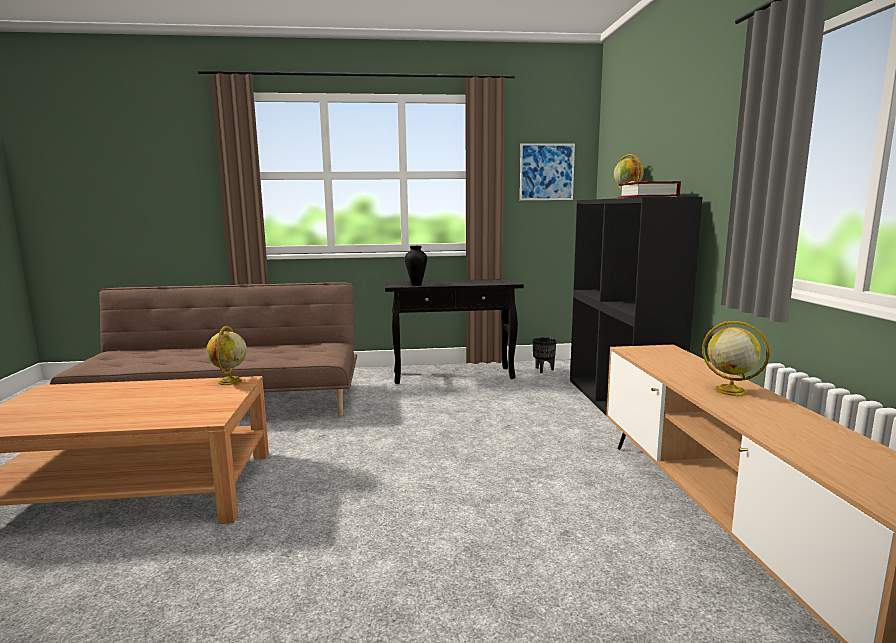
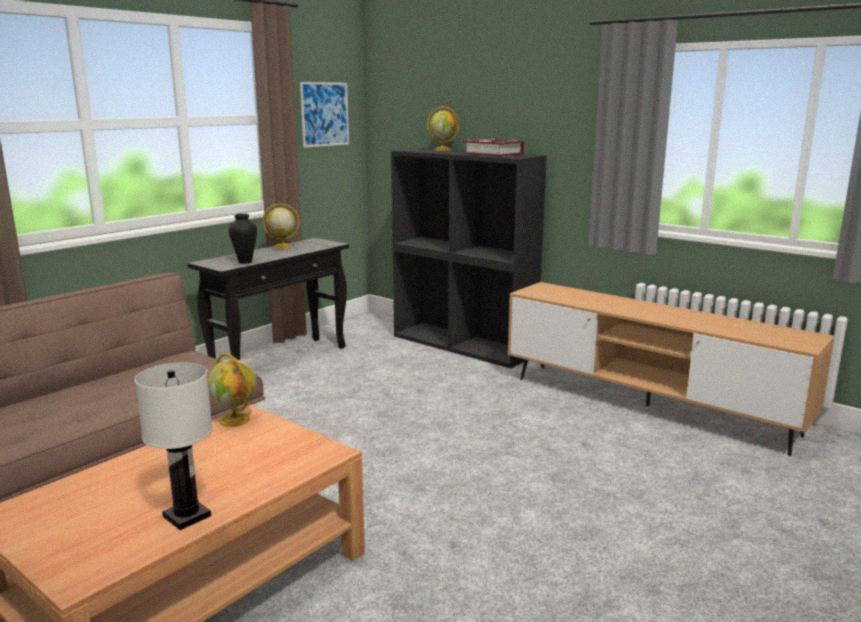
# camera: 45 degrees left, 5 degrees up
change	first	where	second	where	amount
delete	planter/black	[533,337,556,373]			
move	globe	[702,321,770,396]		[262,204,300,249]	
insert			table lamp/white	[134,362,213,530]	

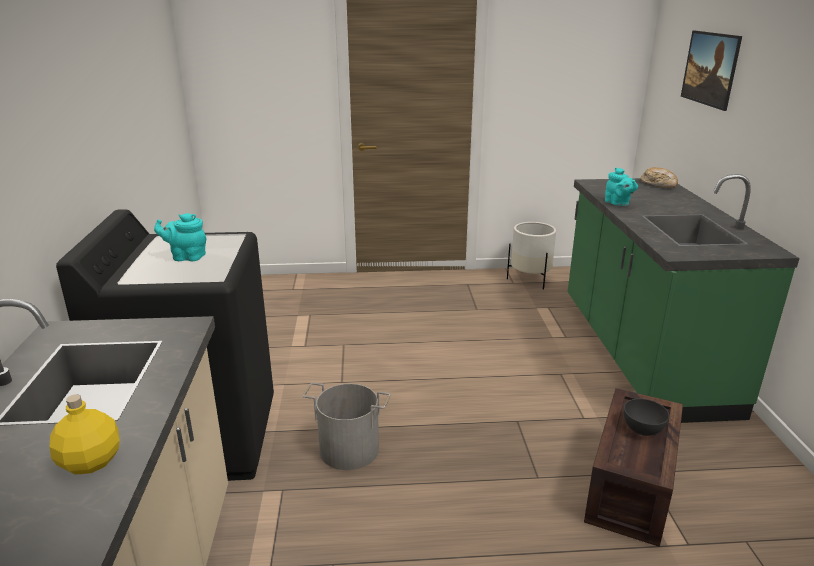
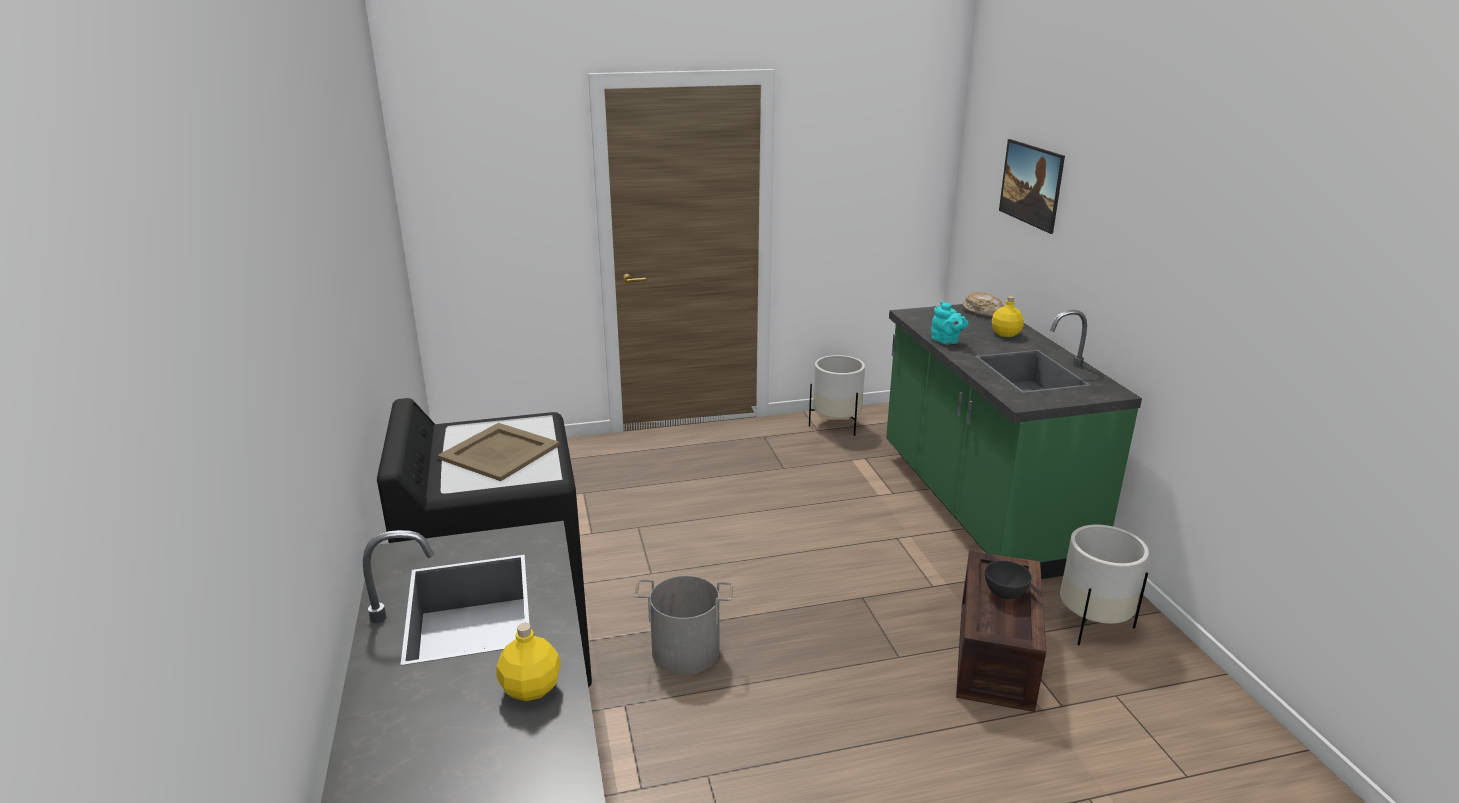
# camera: 10 degrees left, 0 degrees up
change	first	where	second	where	amount
replace	teapot/turquoise	[154,213,207,261]	tray/beige	[437,423,560,481]	
insert			bottle/yellow	[992,296,1024,337]	
insert			planter/white	[1060,525,1149,645]	

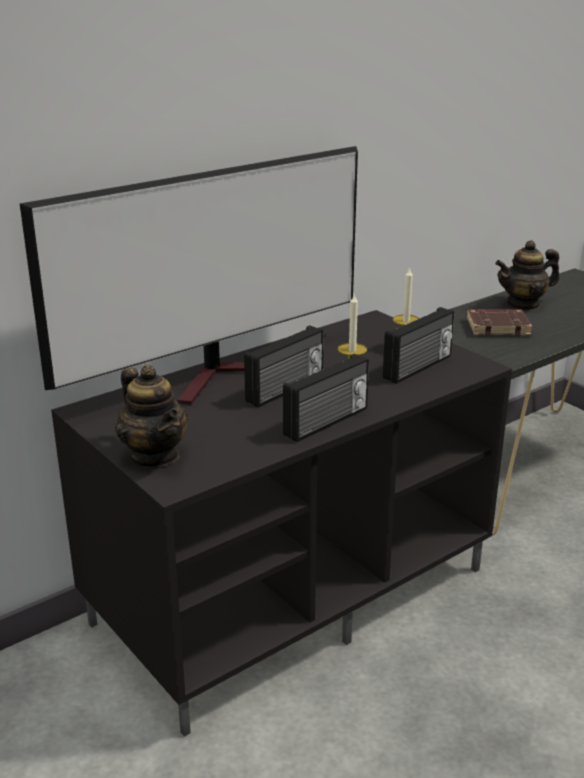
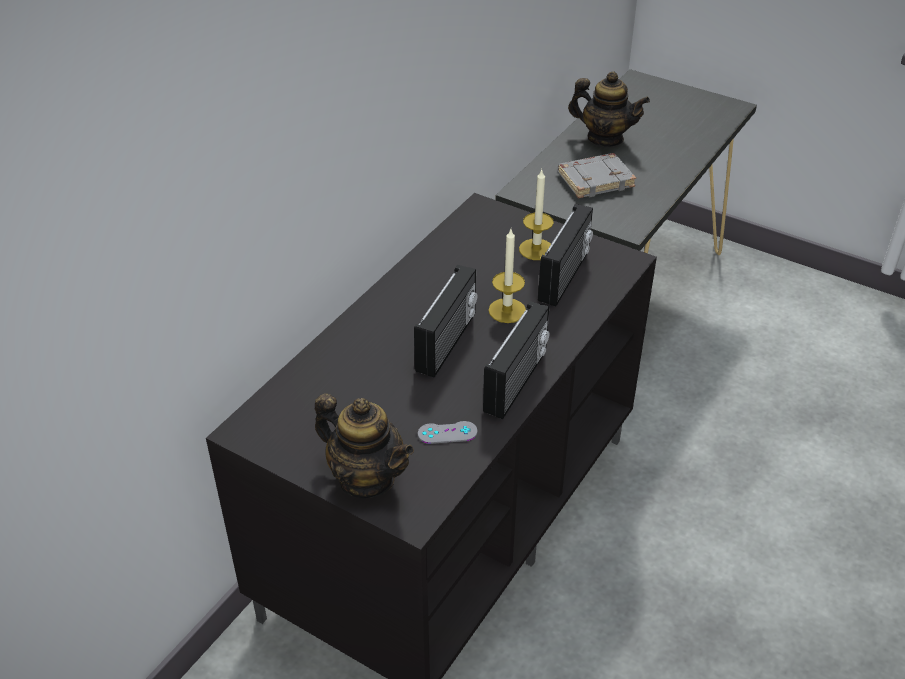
# camera: 20 degrees left, 15 degrees up
change	first	where	second	where	amount
delete	television	[20,146,358,405]			
recolor	book/brown	[467,309,532,336]	book/grey	[558,153,636,198]	
rotate	teapot	[495,240,559,310]		[568,71,650,147]	120 degrees counterclockwise
insert			game controller/grey	[418,421,477,444]	

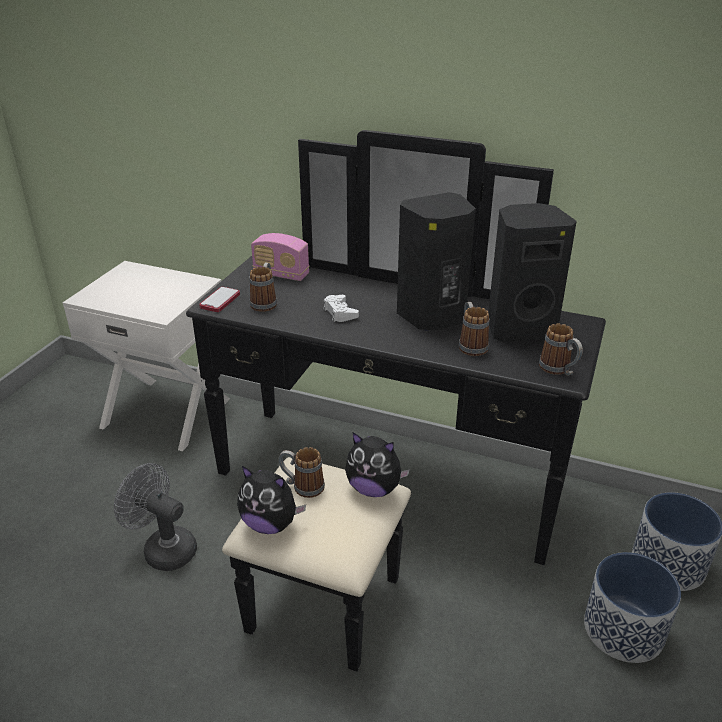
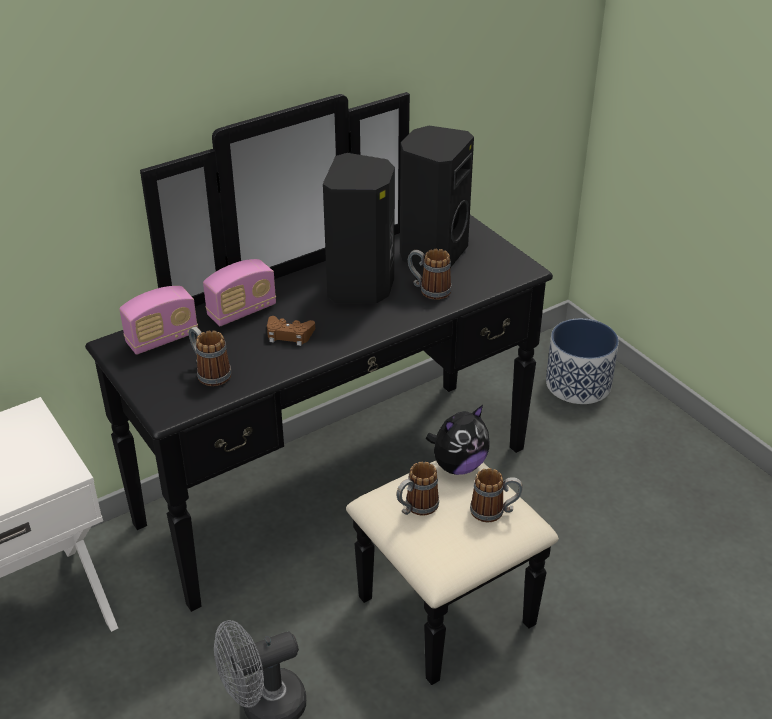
# camera: 55 degrees left, 5 degrees up
change	first	where	second	where	amount
delete	phone	[199,287,240,312]			
delete	plush toy	[237,466,306,534]			
recolor	game controller/white	[323,295,359,322]	game controller/brown	[267,316,315,346]	
move	mug	[539,323,583,376]		[470,468,523,522]	
delete	planter	[584,552,681,663]			
insert			radio	[203,259,276,326]	

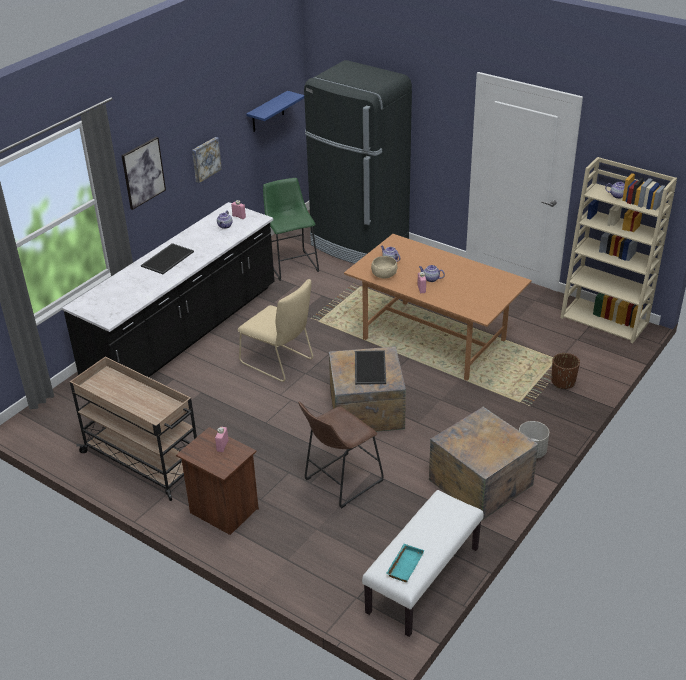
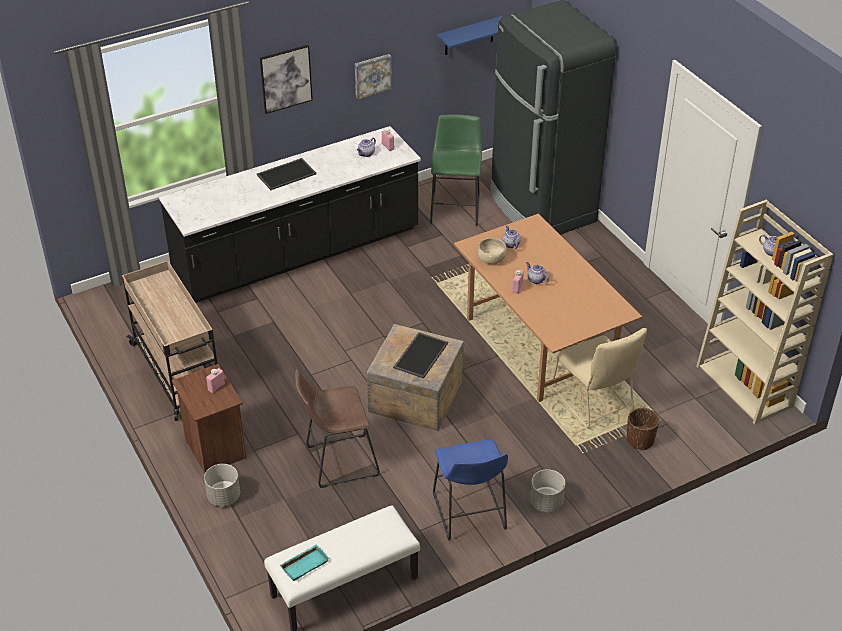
# camera: 25 degrees right, 5 degrees up
change	first	where	second	where	amount
move	chair/beige	[238,279,313,382]		[552,328,647,428]	
replace	crate	[429,407,538,520]	stool/blue	[433,439,508,540]	
insert			planter/grey	[204,464,240,506]	

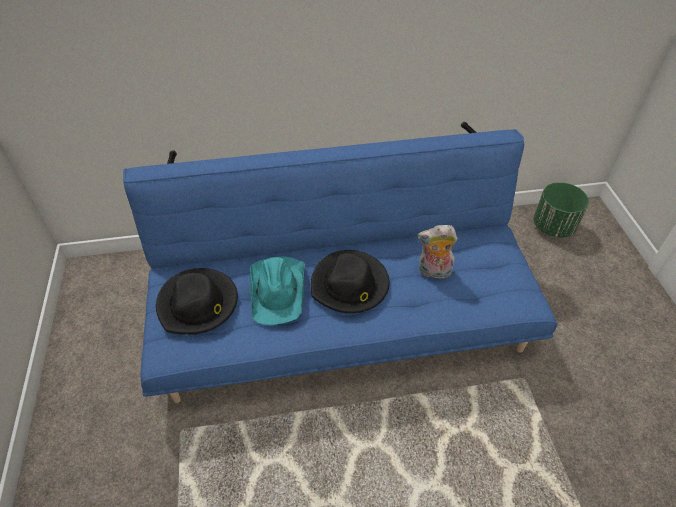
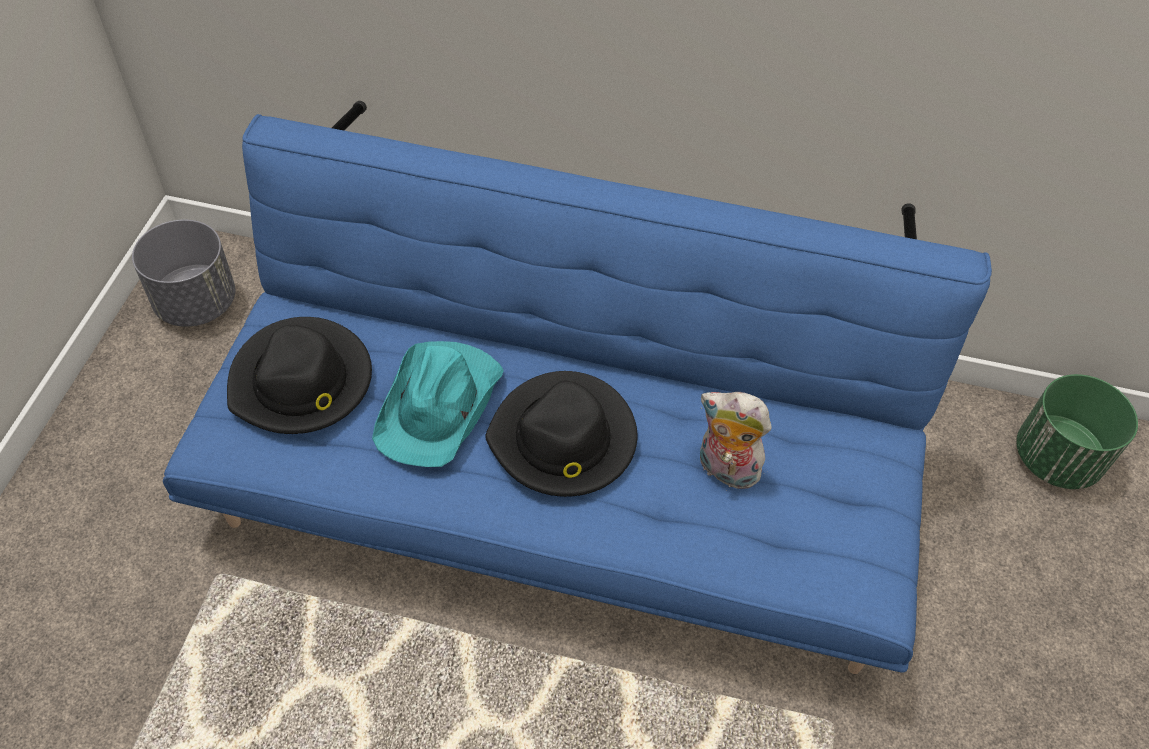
# camera: 20 degrees right, 5 degrees up
change	first	where	second	where	amount
insert			planter/grey	[132,220,235,327]	

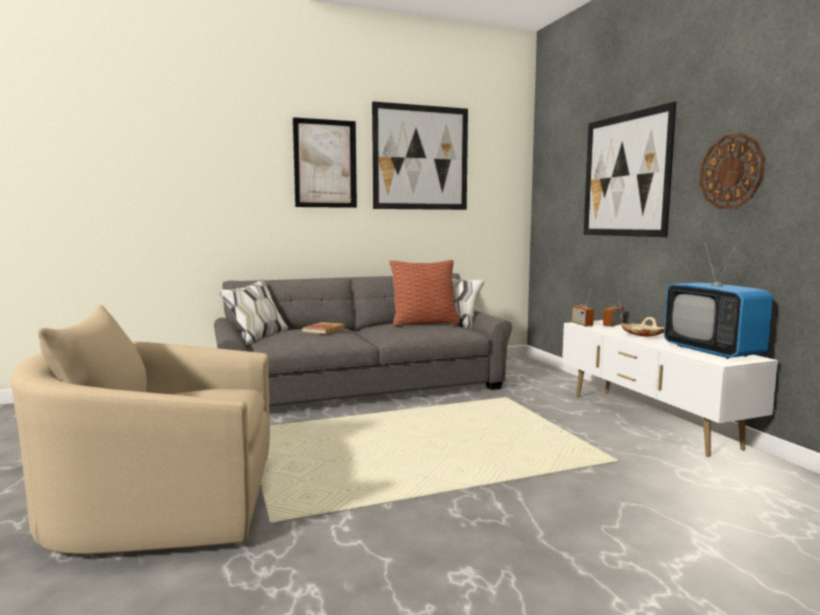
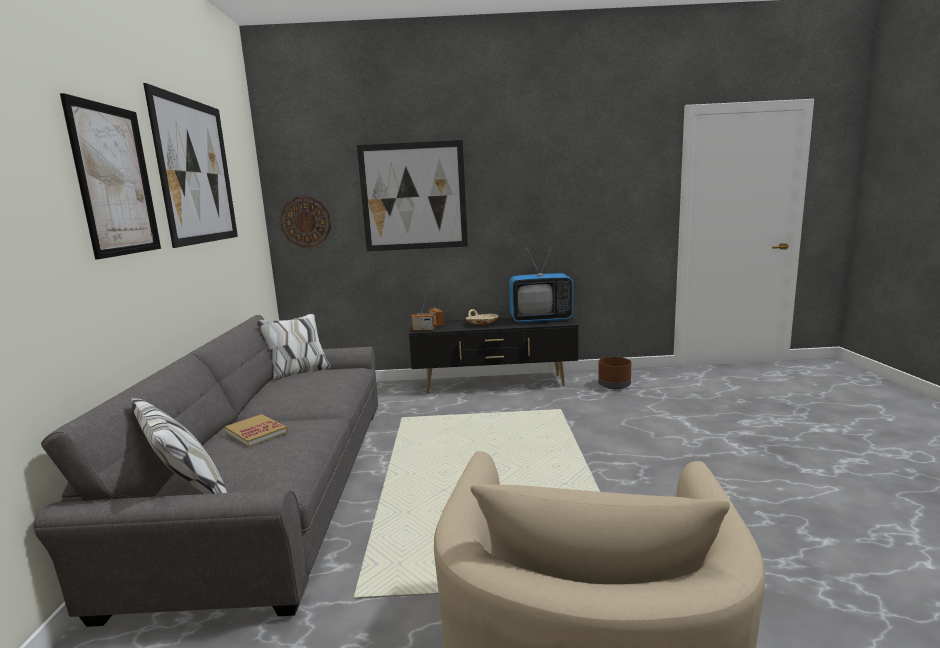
# camera: 70 degrees left, 5 degrees up
change	first	where	second	where	amount
delete	pillow	[389,260,460,327]			
recolor	tv stand/white	[562,320,778,457]	tv stand/black	[409,317,579,393]	
move	wall clock	[699,133,765,209]		[280,196,331,248]	
insert			planter/brown	[598,357,631,389]	

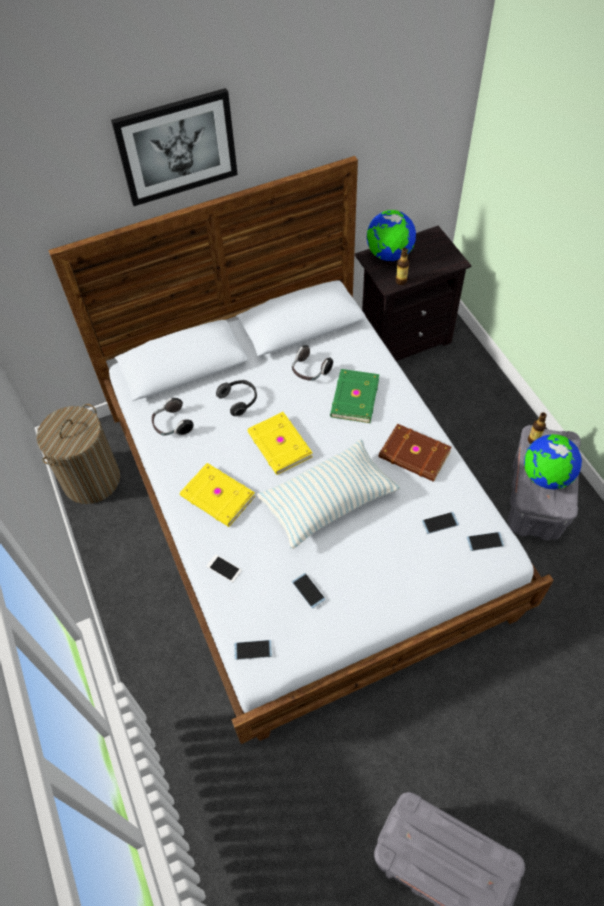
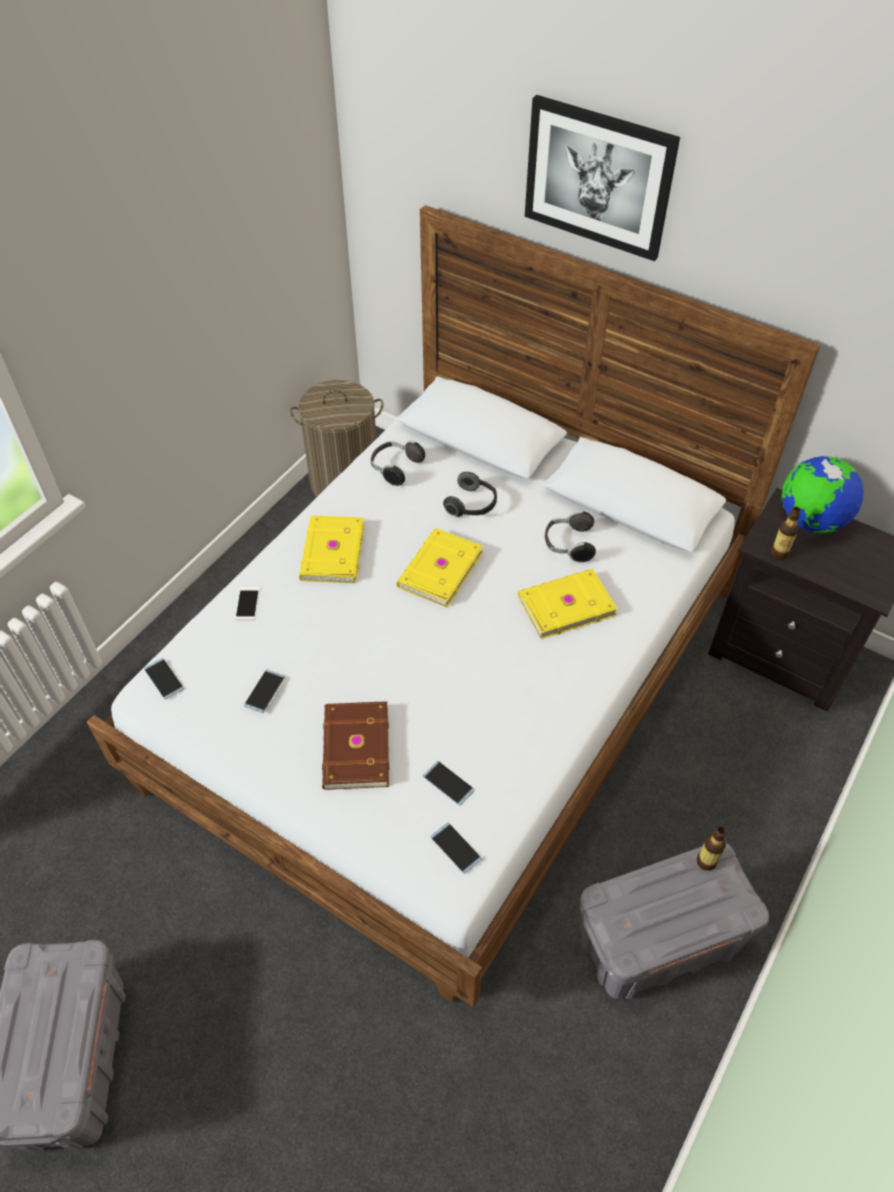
# camera: 55 degrees right, 5 degrees down
change	first	where	second	where	amount
delete	pillow	[257,439,400,549]			
recolor	book/green	[330,369,379,423]	book/yellow	[518,569,617,639]	
move	book/brown	[379,424,452,482]		[322,701,389,790]	
delete	globe	[524,434,582,489]			

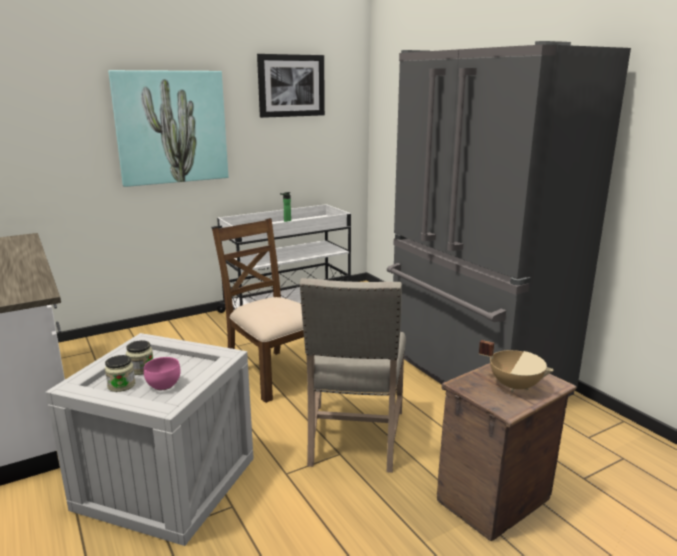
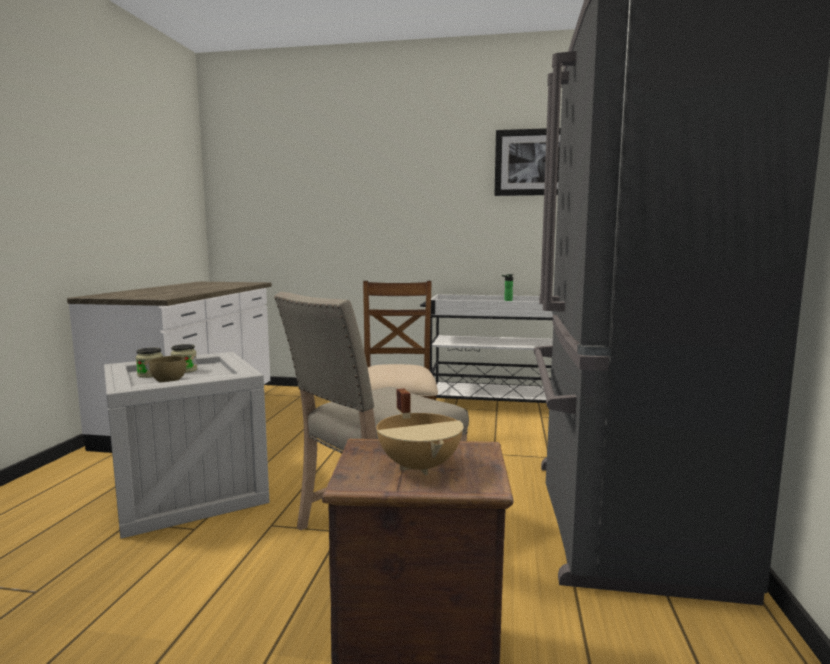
# camera: 40 degrees right, 10 degrees down
change	first	where	second	where	amount
delete	picture	[108,70,228,187]			
recolor	bowl/pink	[144,357,181,390]	bowl/brown	[149,356,186,383]	

